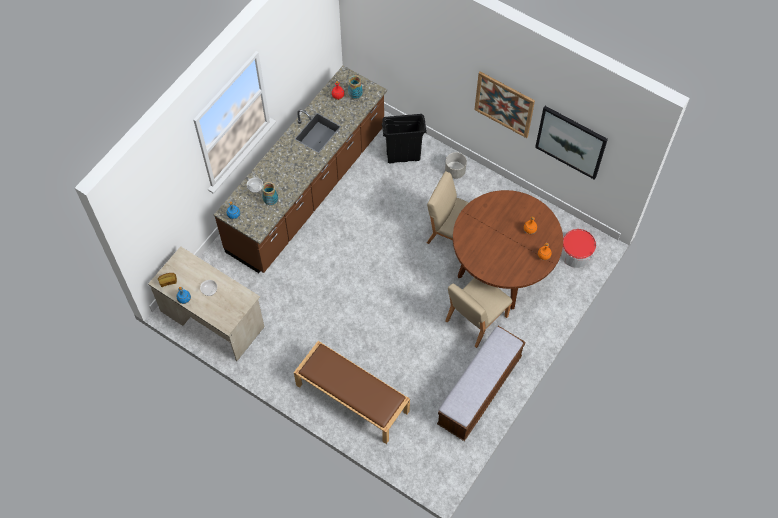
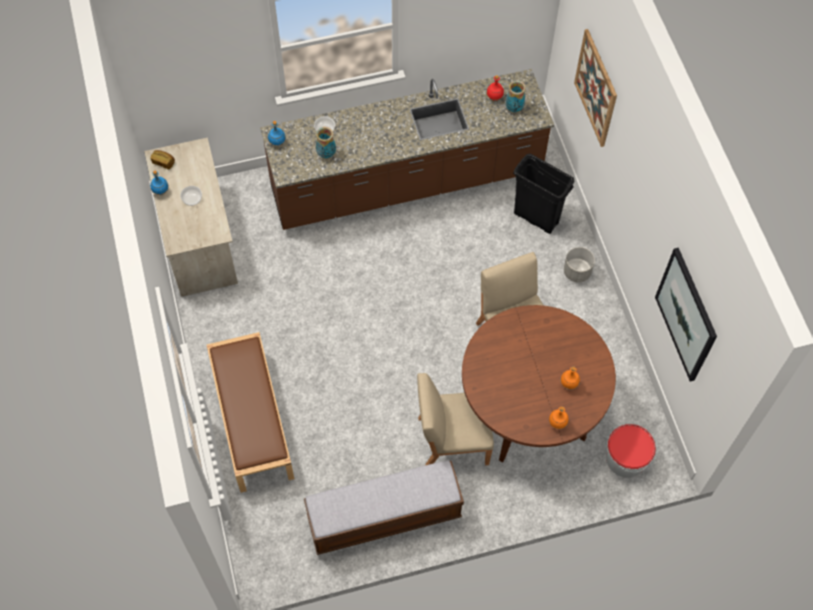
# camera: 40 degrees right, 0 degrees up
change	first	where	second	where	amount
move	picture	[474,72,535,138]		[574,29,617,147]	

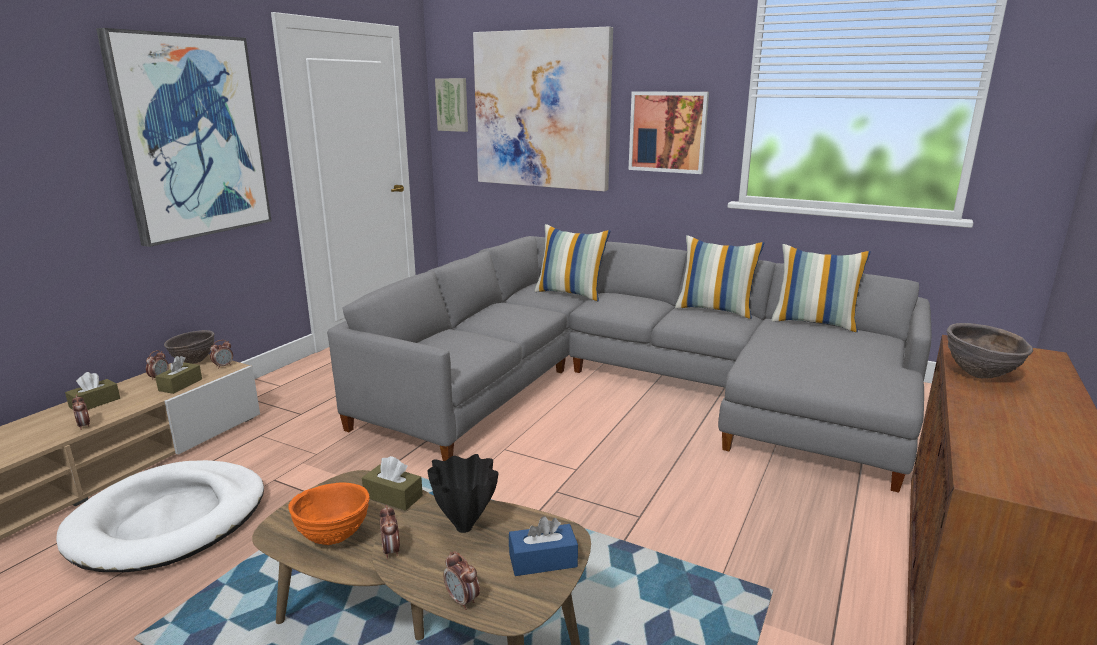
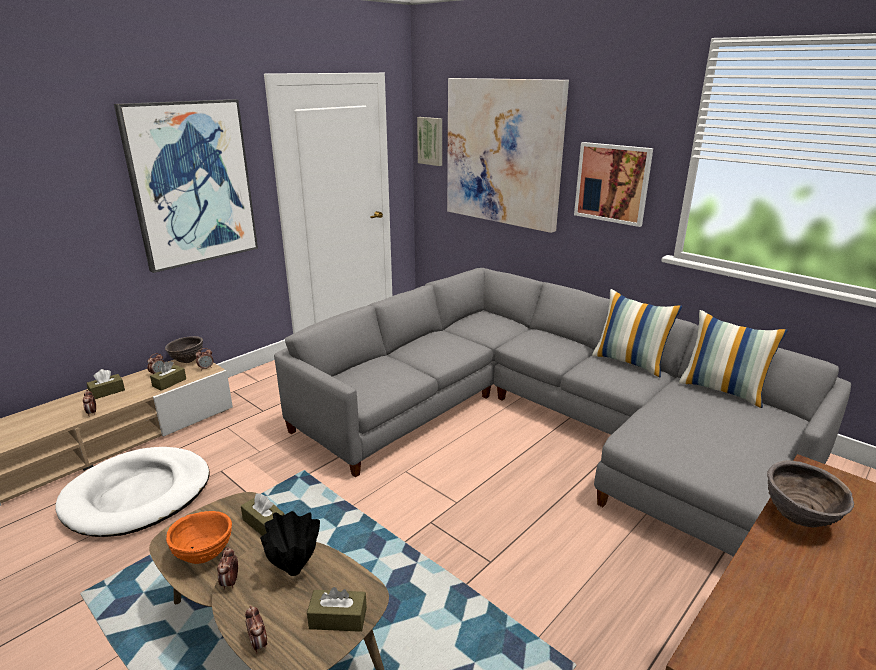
# camera: 15 degrees right, 5 degrees up
change	first	where	second	where	amount
recolor	tissue box/blue	[509,516,578,576]	tissue box/brown	[307,587,367,632]	
delete	pillow	[534,224,610,301]			

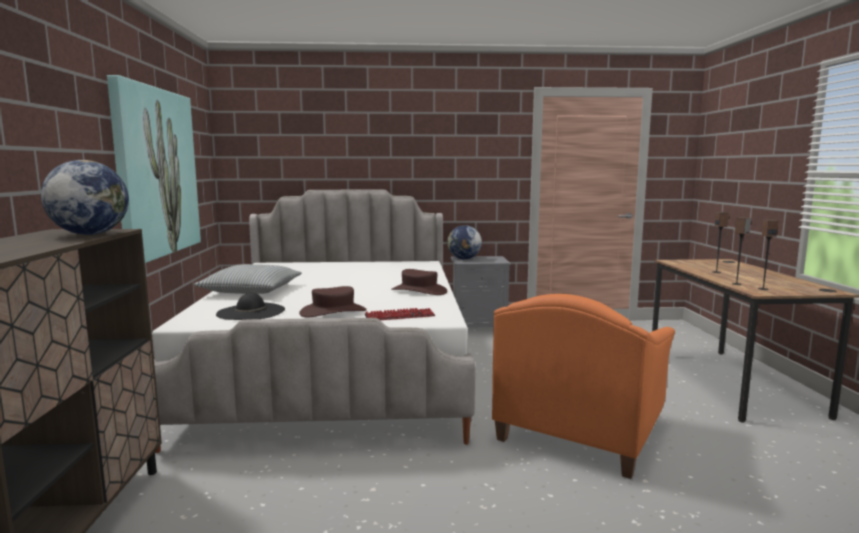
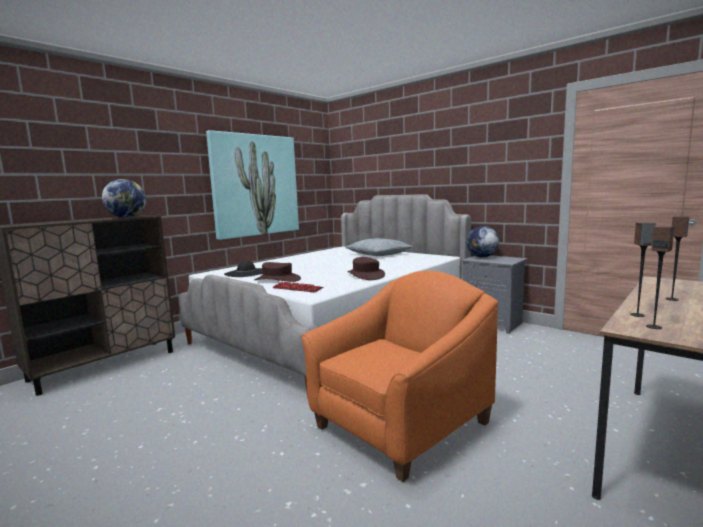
# camera: 45 degrees right, 0 degrees up
change	first	where	second	where	amount
move	pillow	[194,264,302,294]		[345,238,413,256]	
rotate	armchair/orange	[492,294,675,479]		[301,271,498,482]	150 degrees clockwise

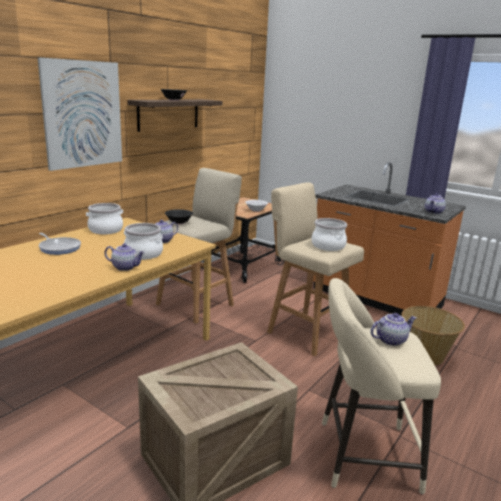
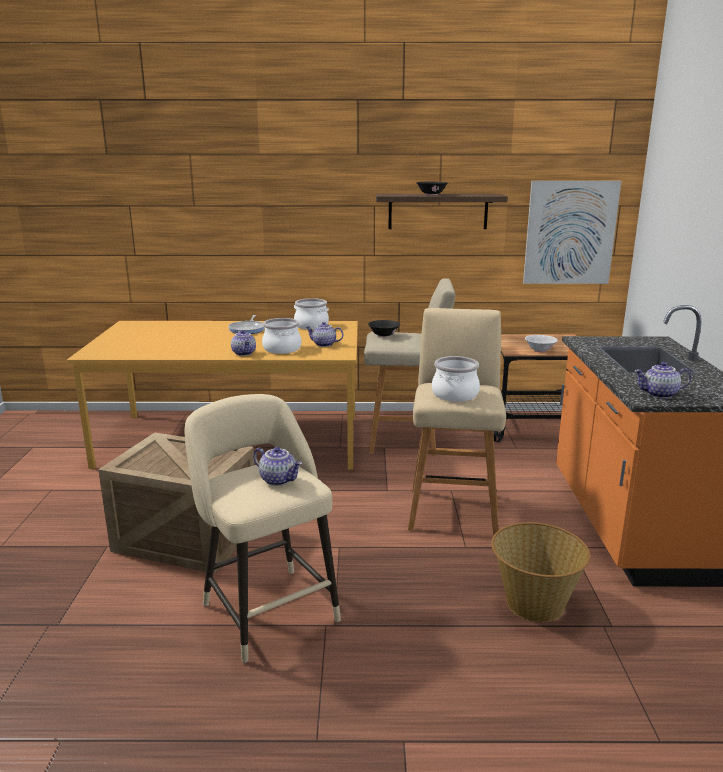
# camera: 55 degrees right, 0 degrees up
change	first	where	second	where	amount
move	picture	[38,57,122,171]		[523,181,621,284]	

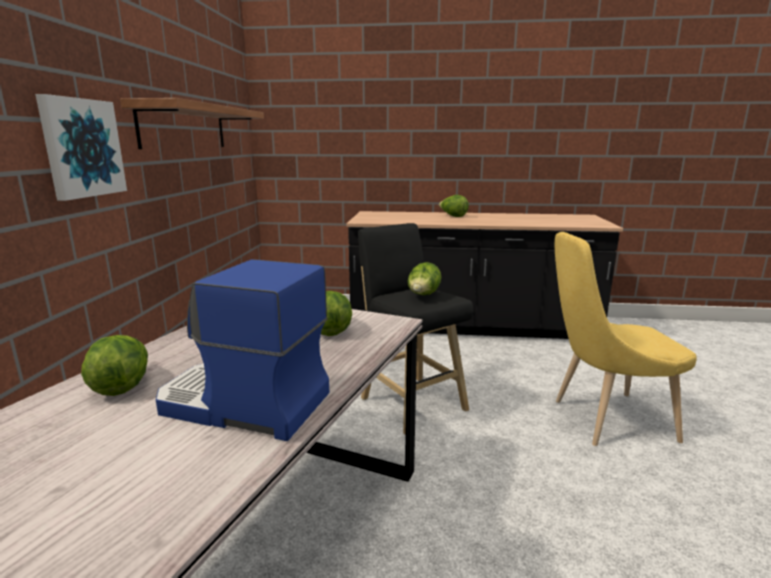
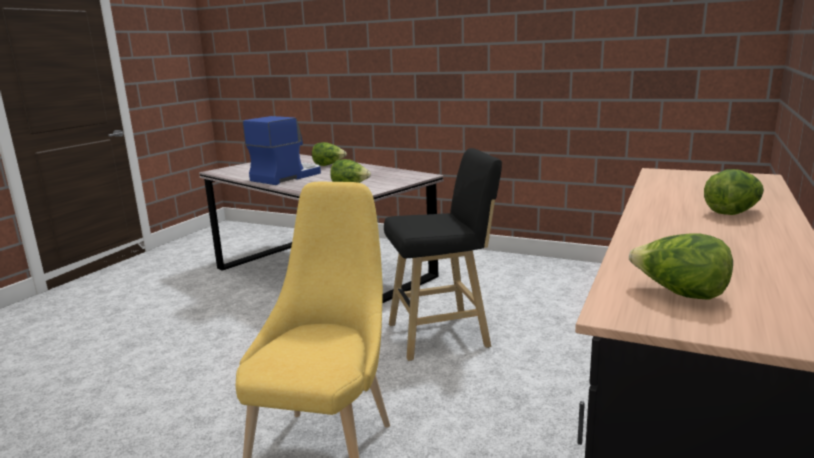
# camera: 110 degrees right, 0 degrees up
change	first	where	second	where	amount
delete	picture	[35,94,127,201]			
delete	shelf	[120,98,264,149]			
move	lettuce	[407,262,441,295]		[629,233,733,300]	

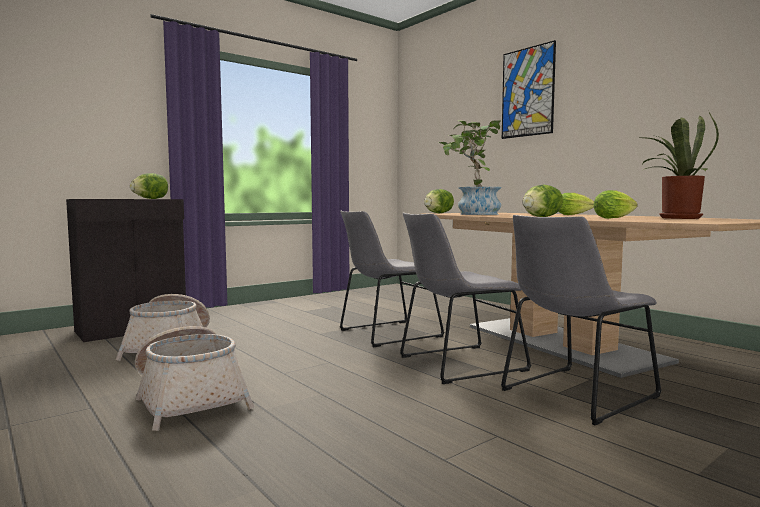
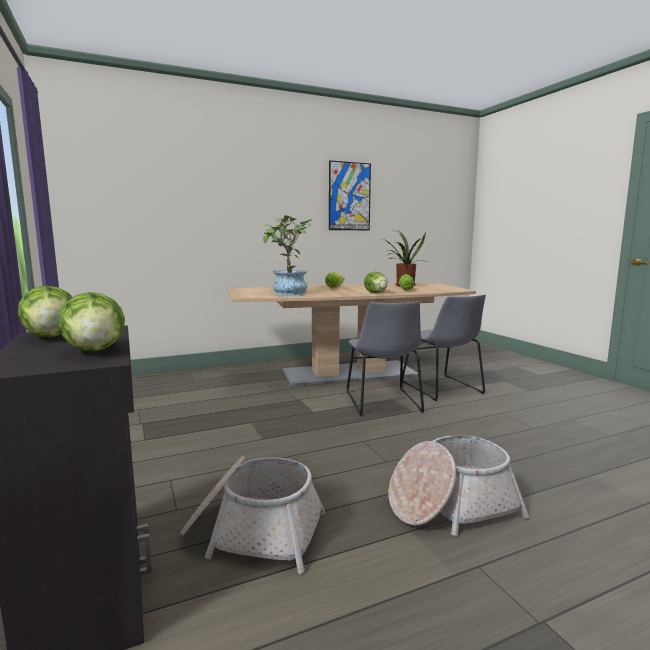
# camera: 75 degrees left, 5 degrees up
change	first	where	second	where	amount
delete	chair/grey	[340,211,444,347]			
move	lettuce	[424,189,454,213]		[59,292,125,351]	
move	picture	[502,40,556,139]		[329,160,371,230]	

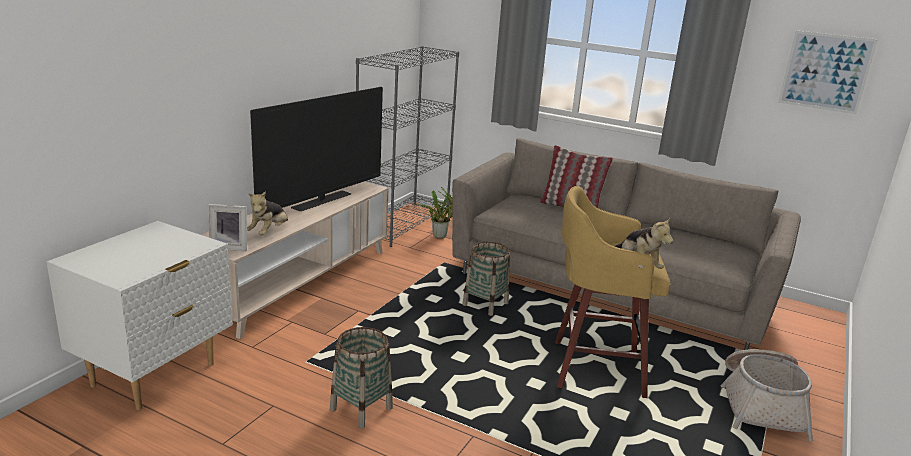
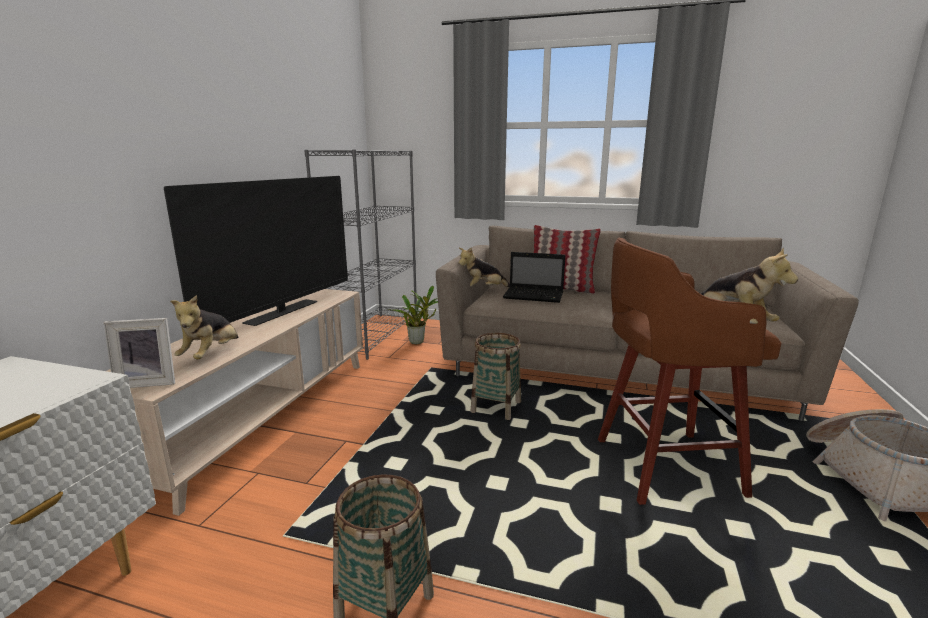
# camera: 10 degrees left, 5 degrees down
change	first	where	second	where	amount
recolor	stool/yellow	[555,186,671,398]	stool/brown	[598,238,782,505]	
delete	picture	[778,30,878,114]			
insert			plush toy	[458,247,510,287]	
insert			laptop	[503,252,565,303]	

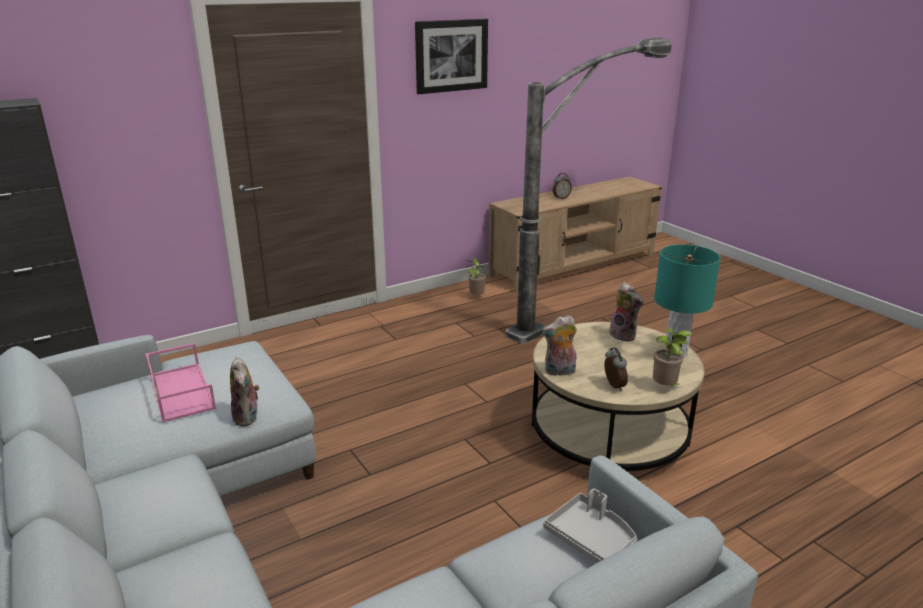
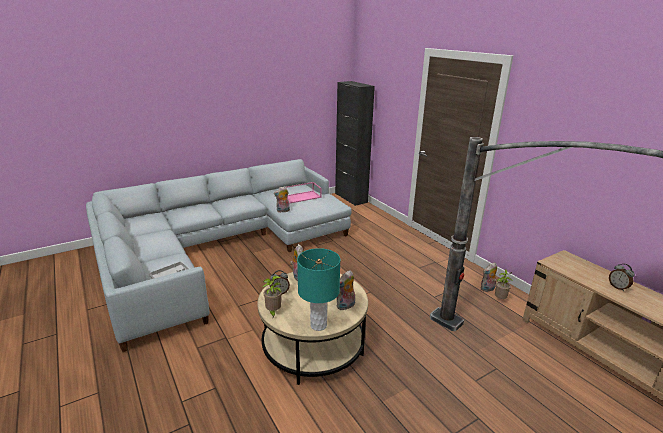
# camera: 90 degrees right, 0 degrees up
change	first	where	second	where	amount
delete	picture	[415,19,488,94]			
insert			plush toy	[480,262,497,292]	

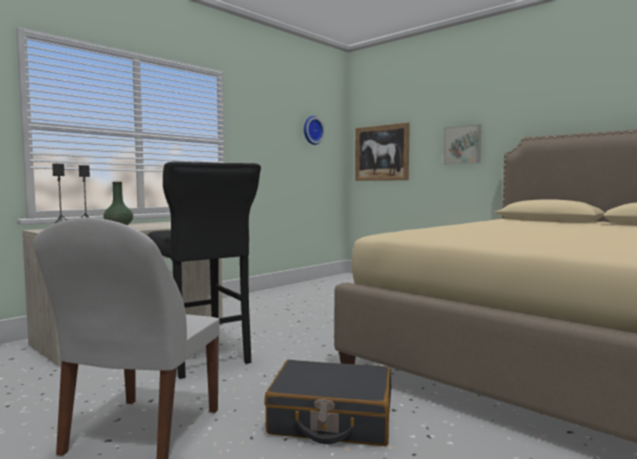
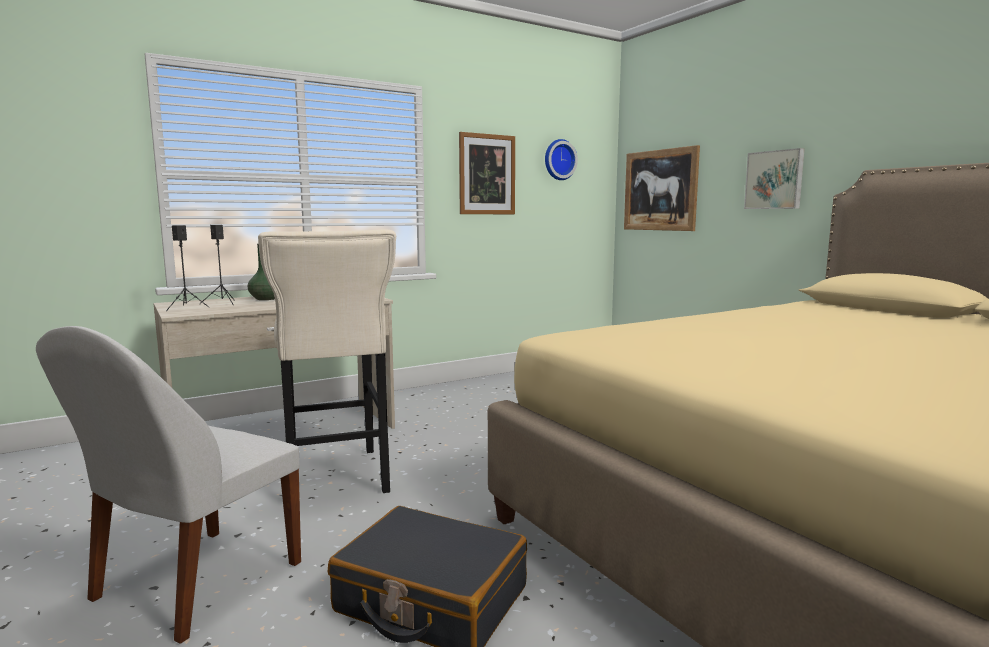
# camera: 15 degrees right, 5 degrees up
change	first	where	second	where	amount
recolor	stool/black	[148,162,261,379]	stool/beige	[258,229,396,493]	
insert			picture	[459,132,515,214]	

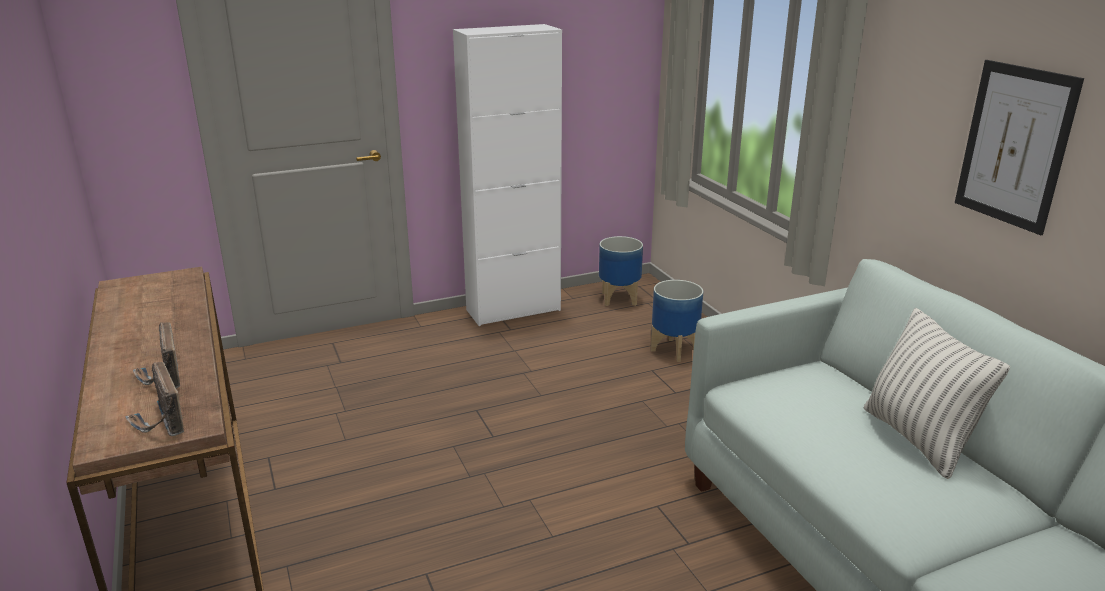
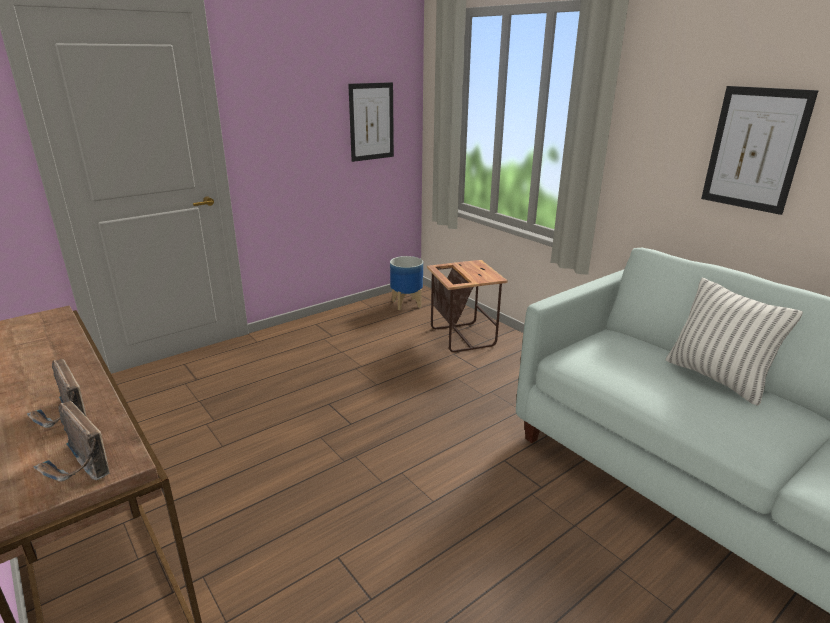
# camera: 15 degrees left, 0 degrees up
change	first	where	second	where	amount
delete	cabinet/white	[453,24,562,326]			
replace	planter	[650,280,703,362]	side table	[427,260,508,352]	
insert			picture	[348,82,394,162]	

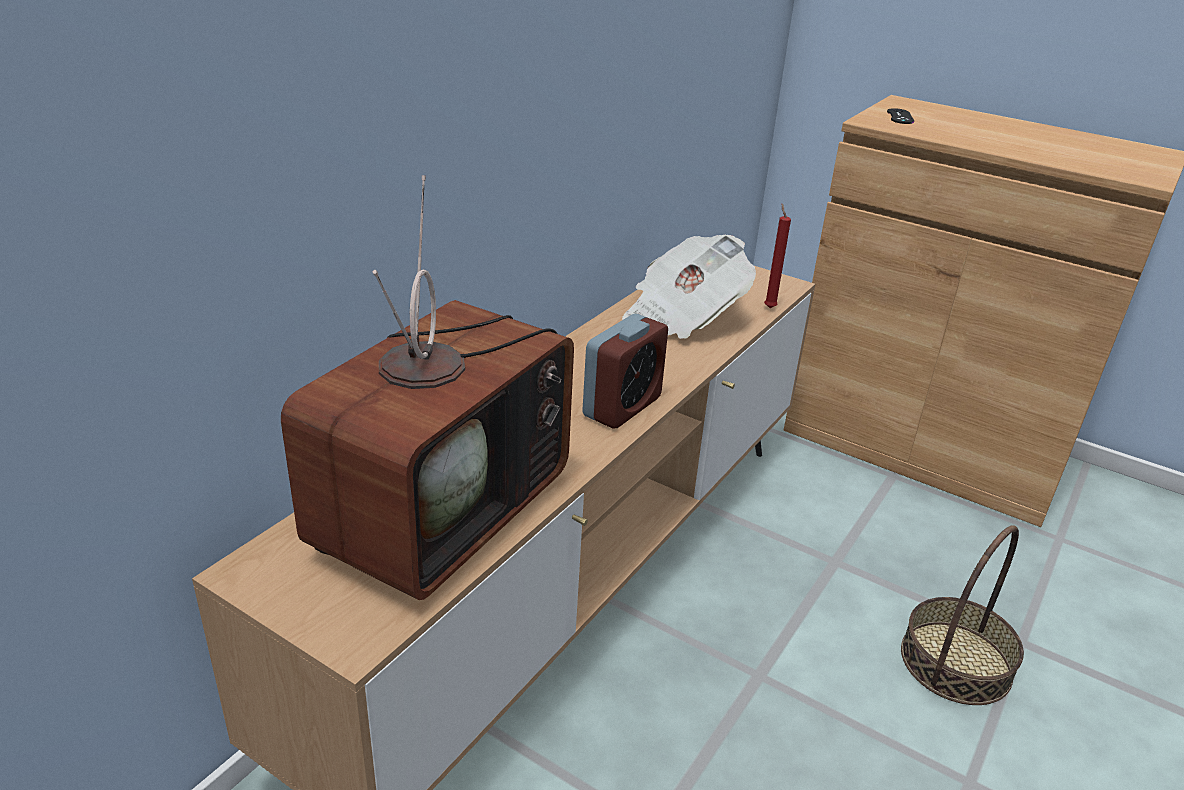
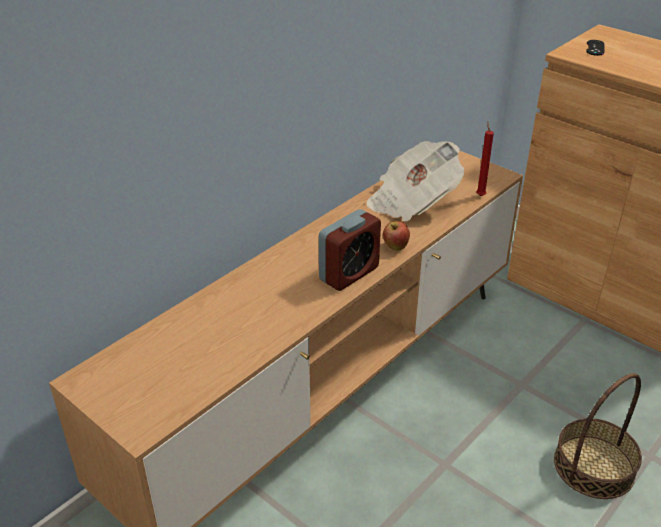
# camera: 10 degrees right, 5 degrees up
change	first	where	second	where	amount
delete	television	[281,175,574,600]			
insert			apple	[383,221,410,251]	

